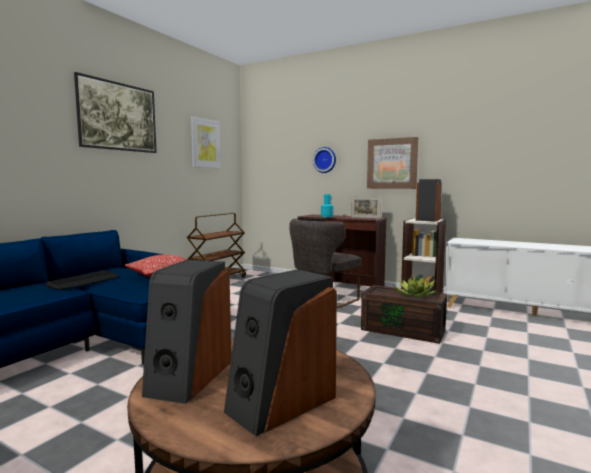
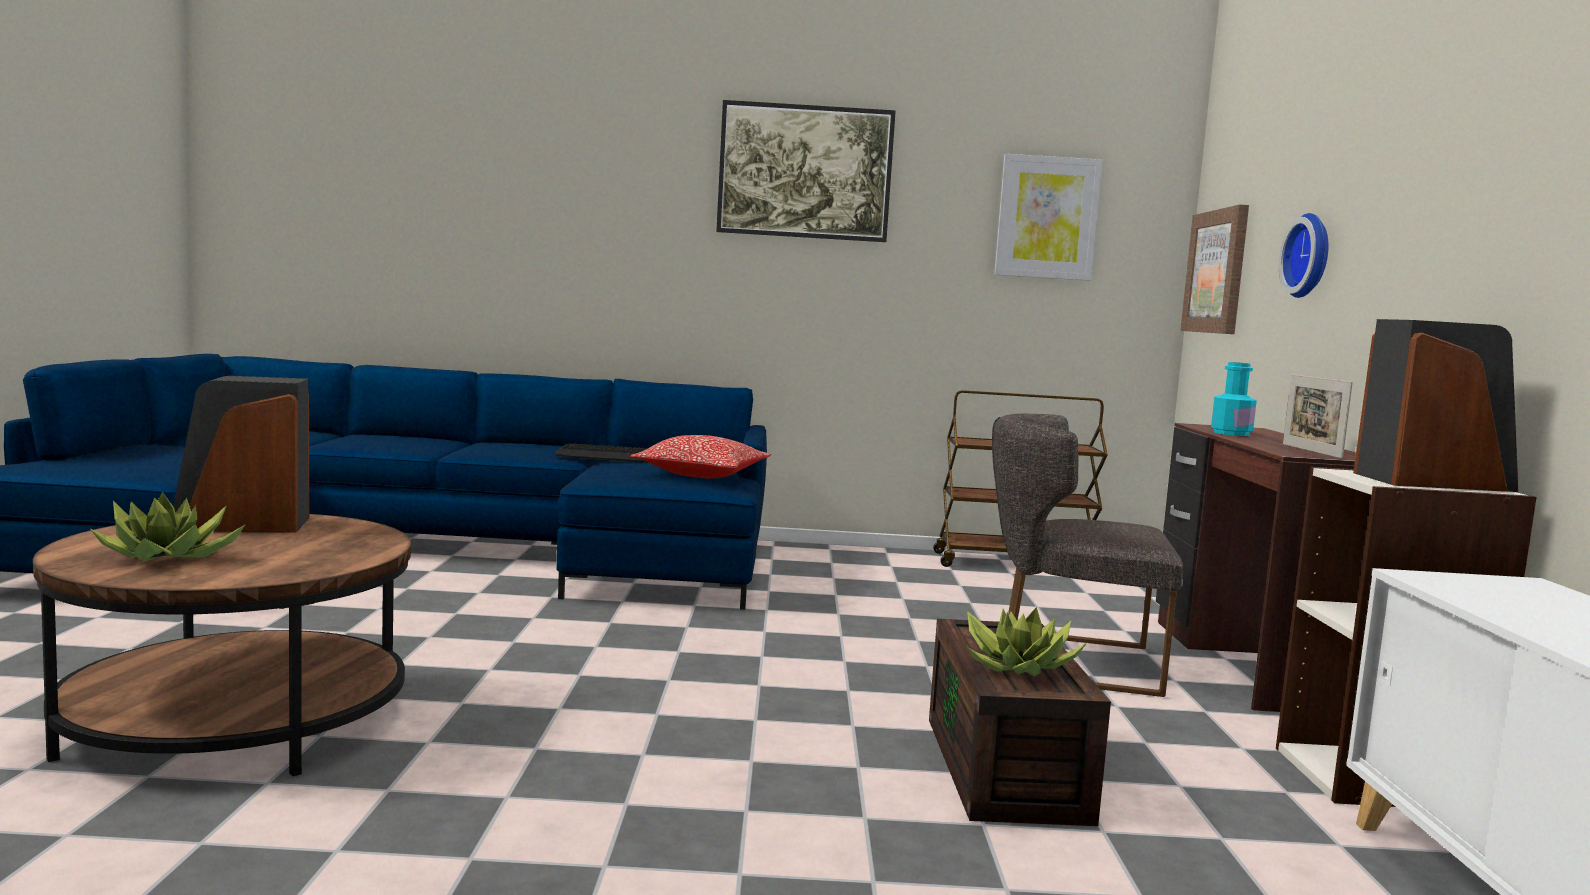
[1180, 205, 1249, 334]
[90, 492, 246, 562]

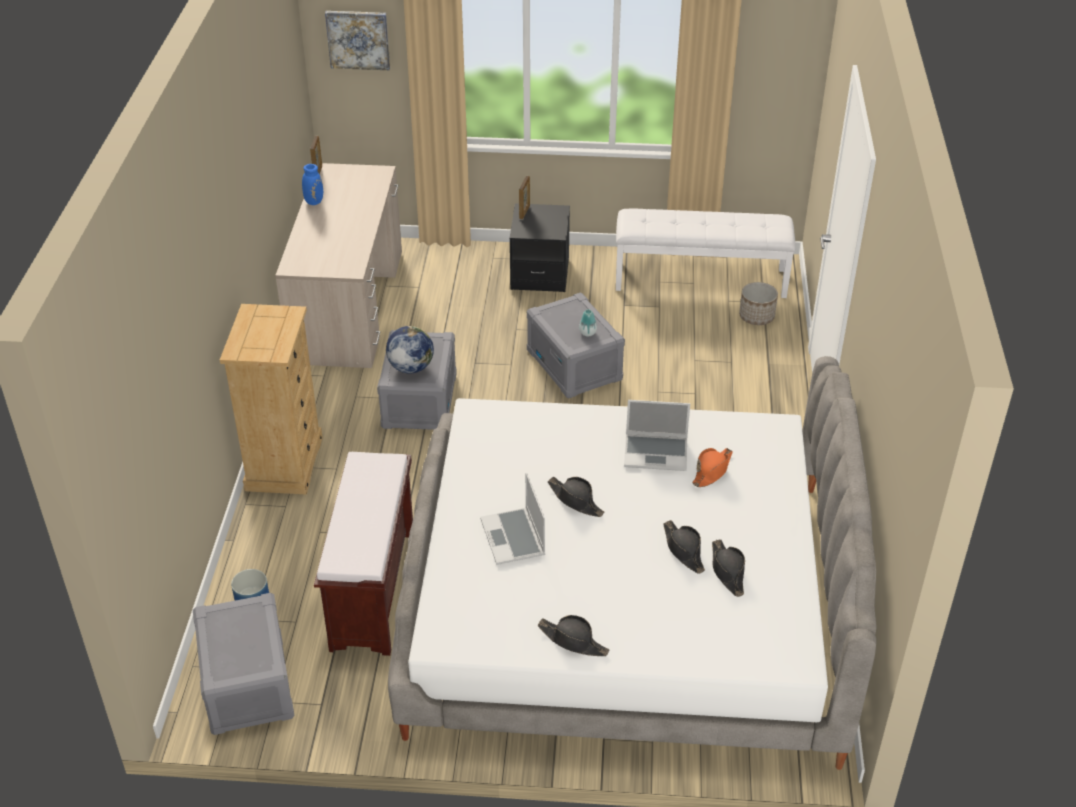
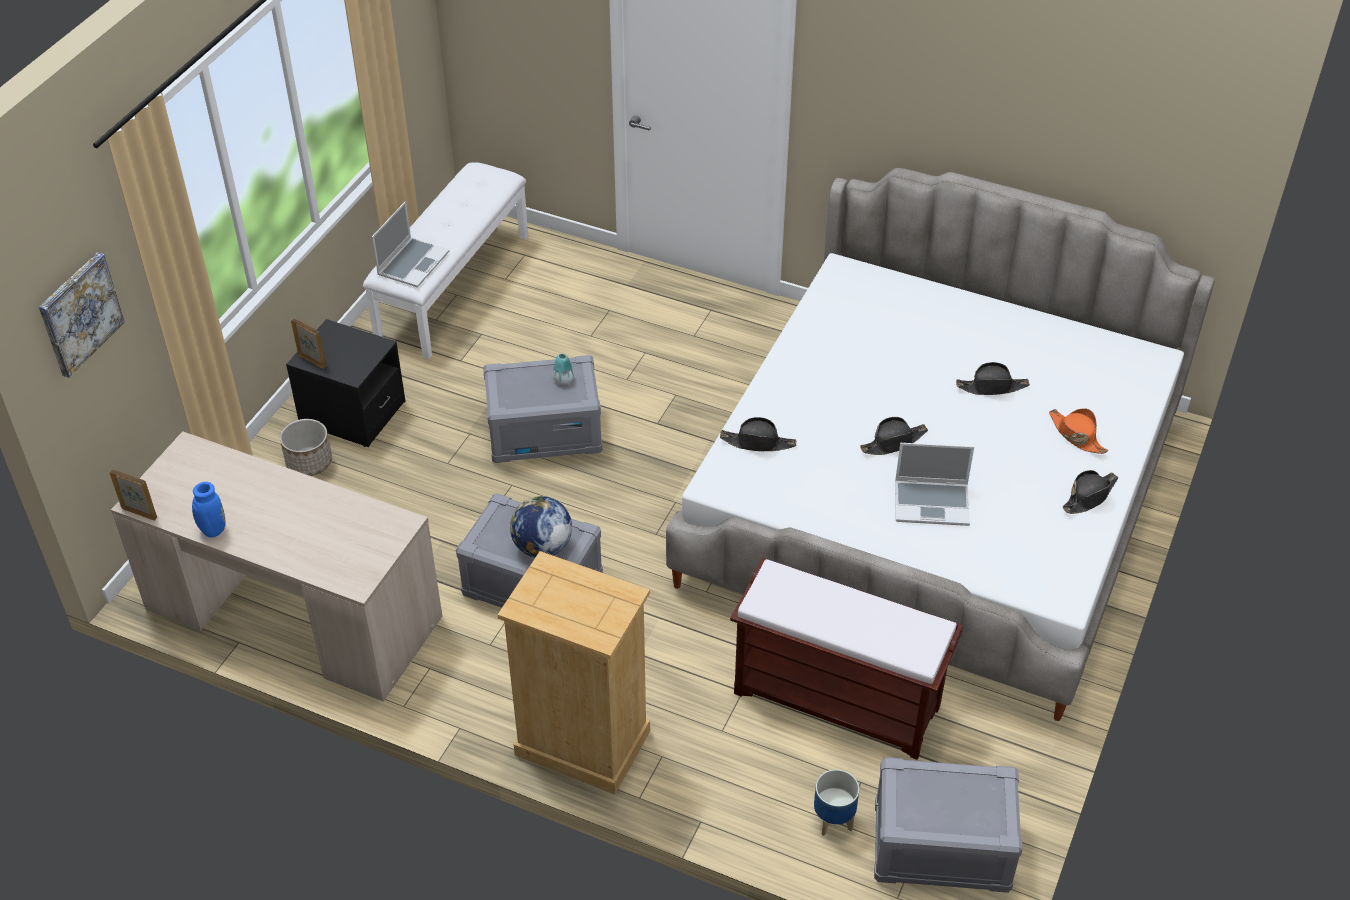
[372, 201, 449, 288]
[1049, 408, 1108, 454]
[720, 417, 797, 451]
[280, 419, 332, 476]

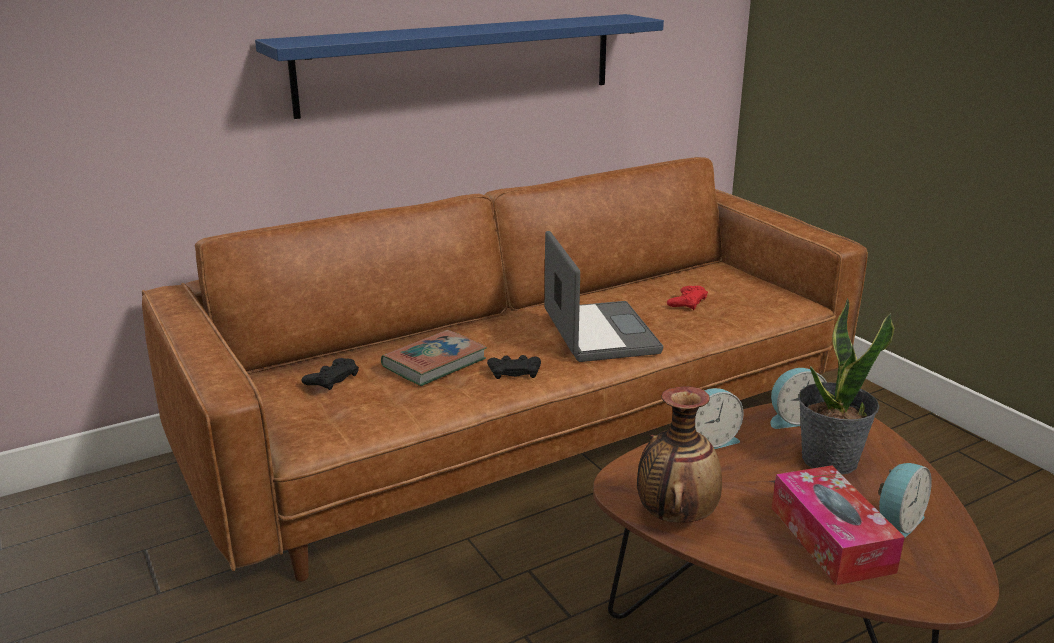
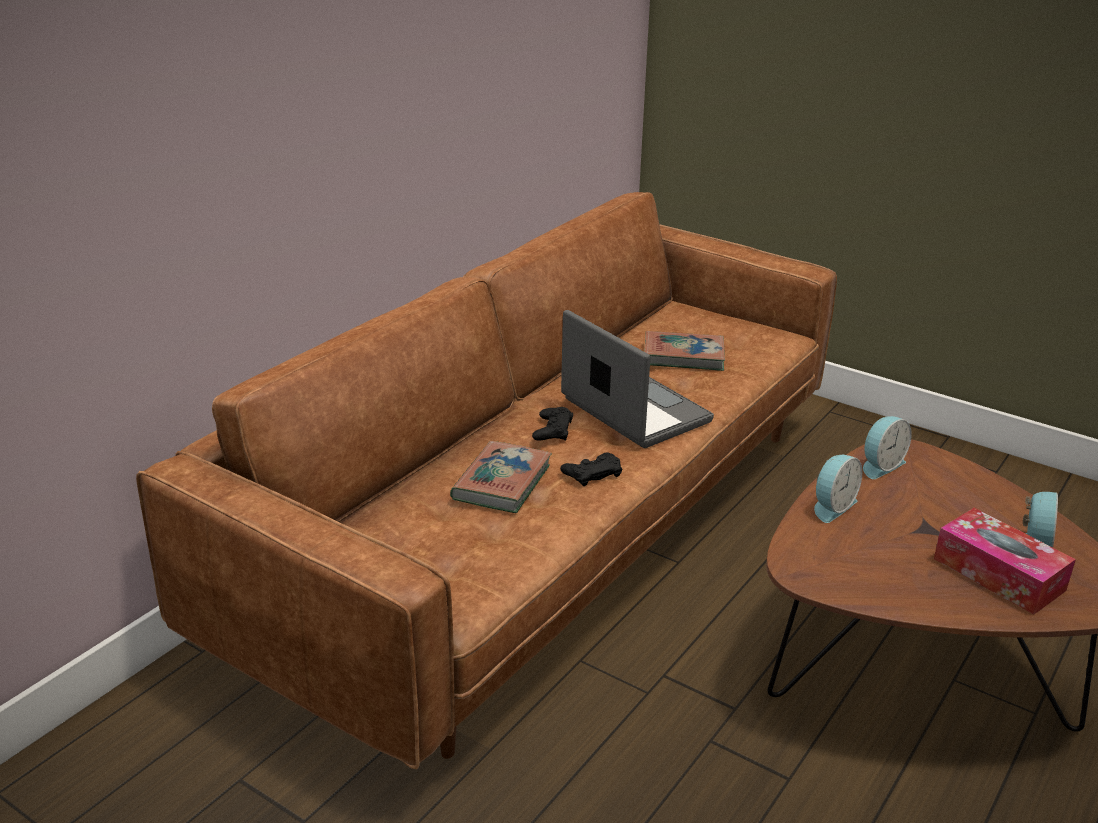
[255, 14, 664, 119] (first image)
[637, 387, 722, 523] (first image)
[798, 298, 895, 475] (first image)
[532, 407, 573, 441]
[644, 331, 725, 371]

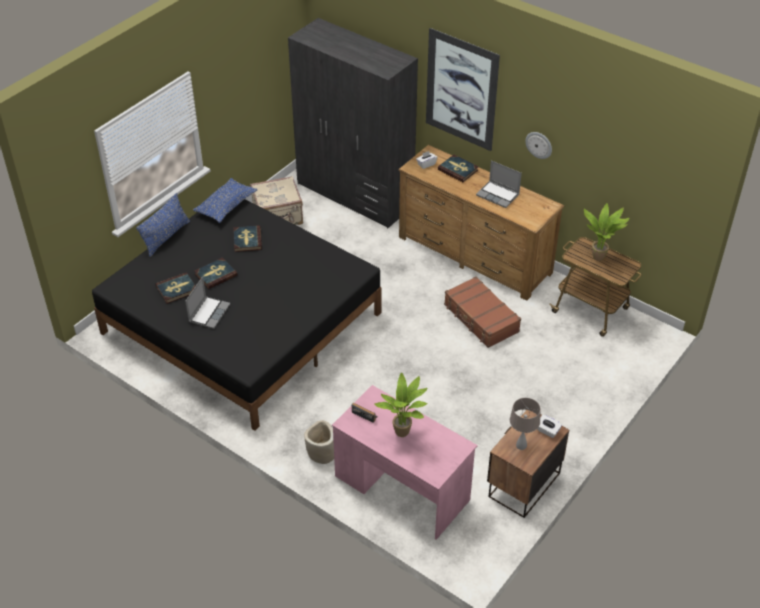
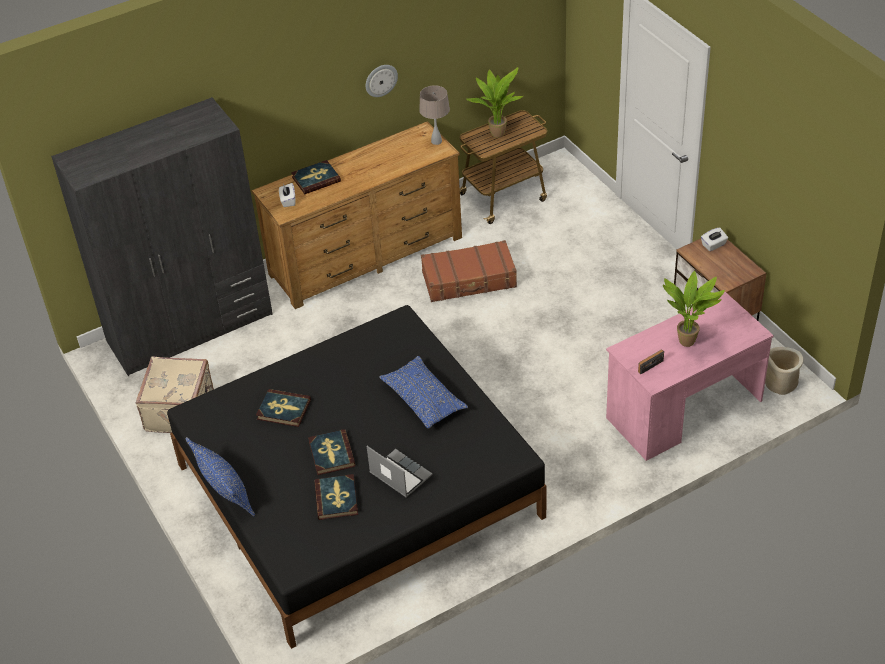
[426, 28, 500, 151] (first image)
[476, 160, 522, 208] (first image)
[379, 356, 468, 428]
[765, 347, 803, 395]
[419, 85, 450, 145]

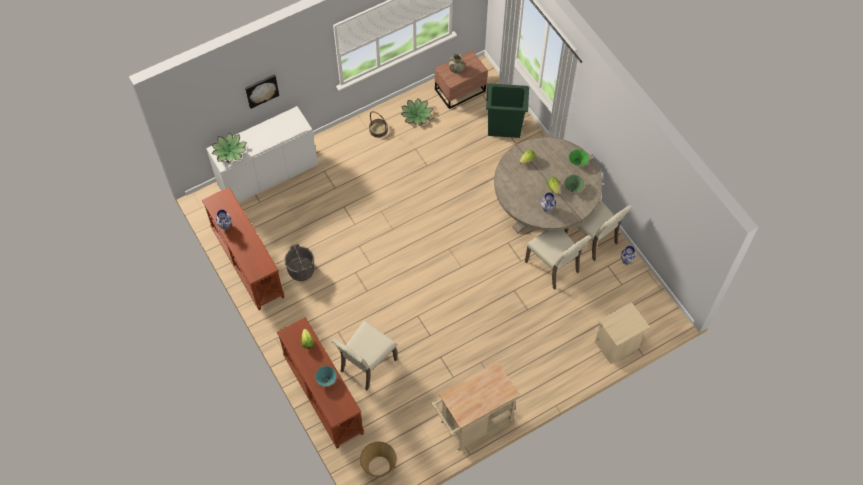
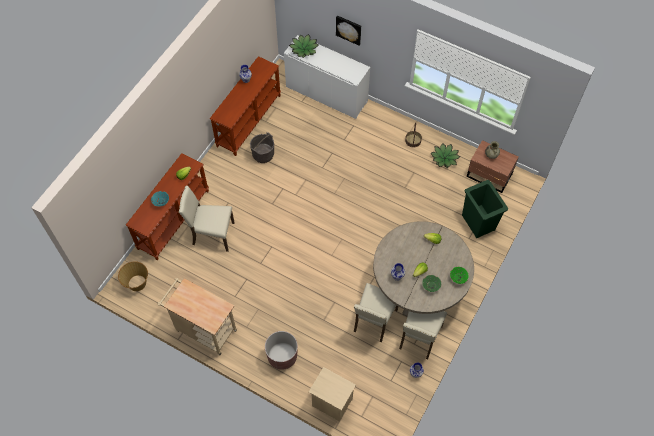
[265, 331, 298, 370]

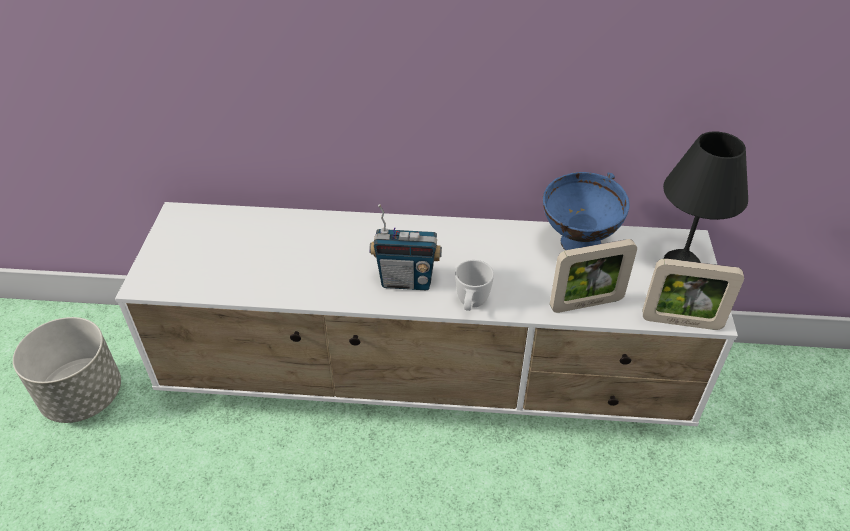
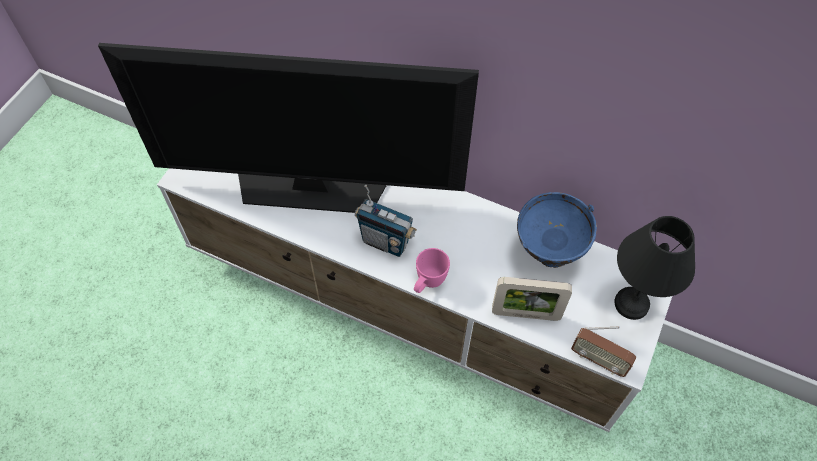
[13, 317, 121, 423] (first image)
[98, 43, 479, 213]
[571, 327, 636, 377]
[414, 248, 450, 293]

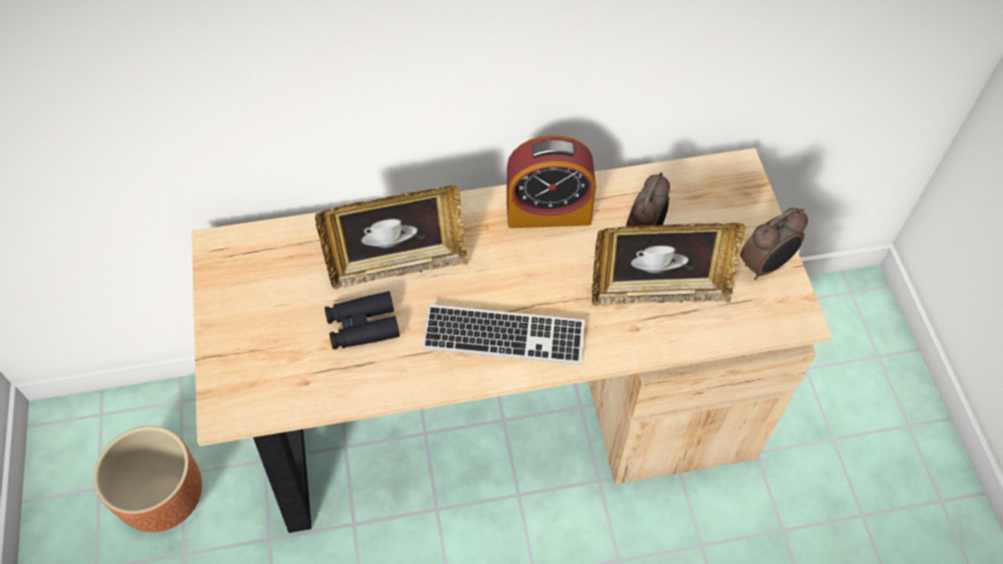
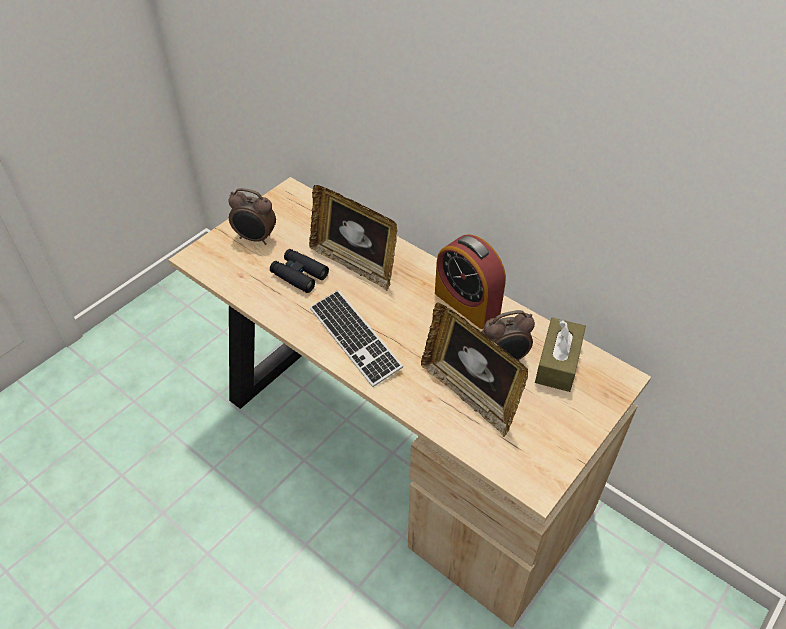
[94, 426, 202, 532] (first image)
[535, 318, 586, 392]
[228, 188, 276, 245]

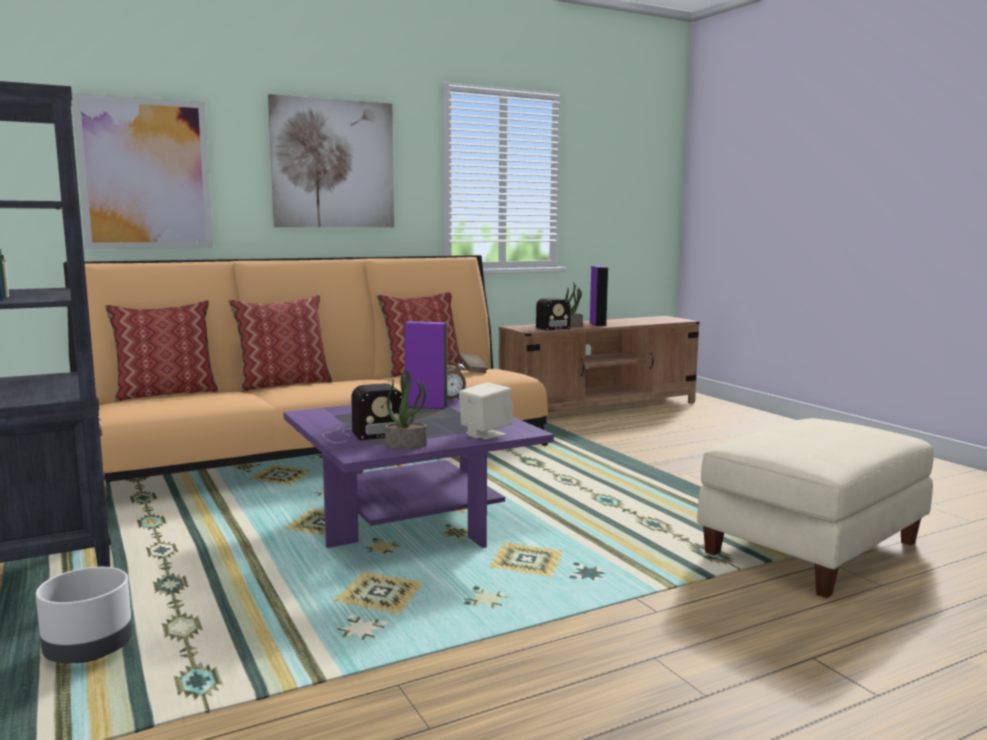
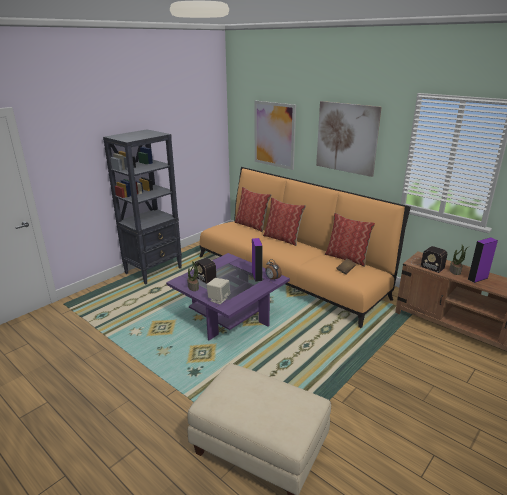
[36, 567, 133, 663] (first image)

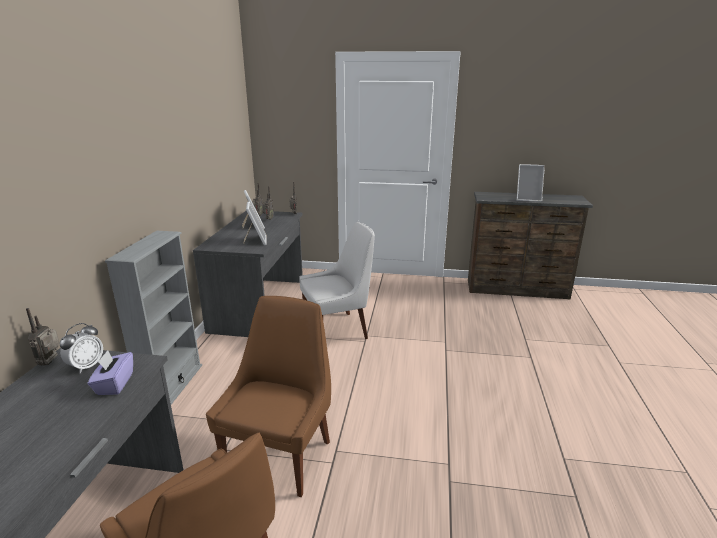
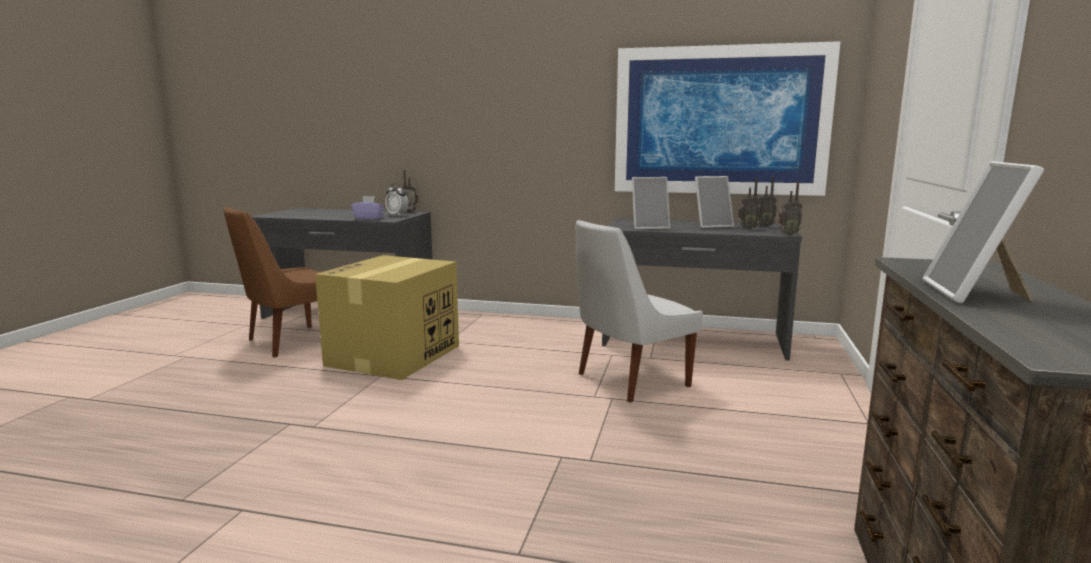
[105, 231, 202, 405] (first image)
[615, 41, 841, 196]
[315, 255, 459, 380]
[576, 220, 702, 403]

